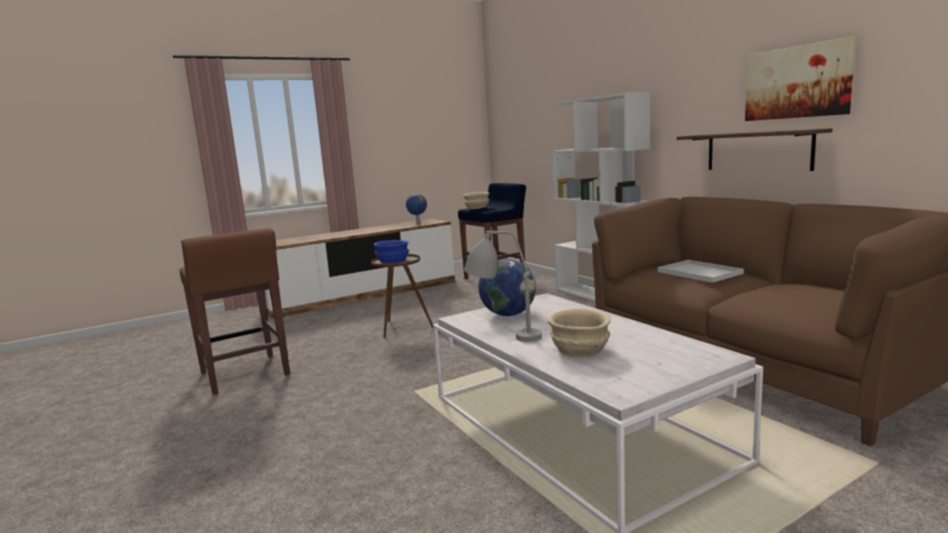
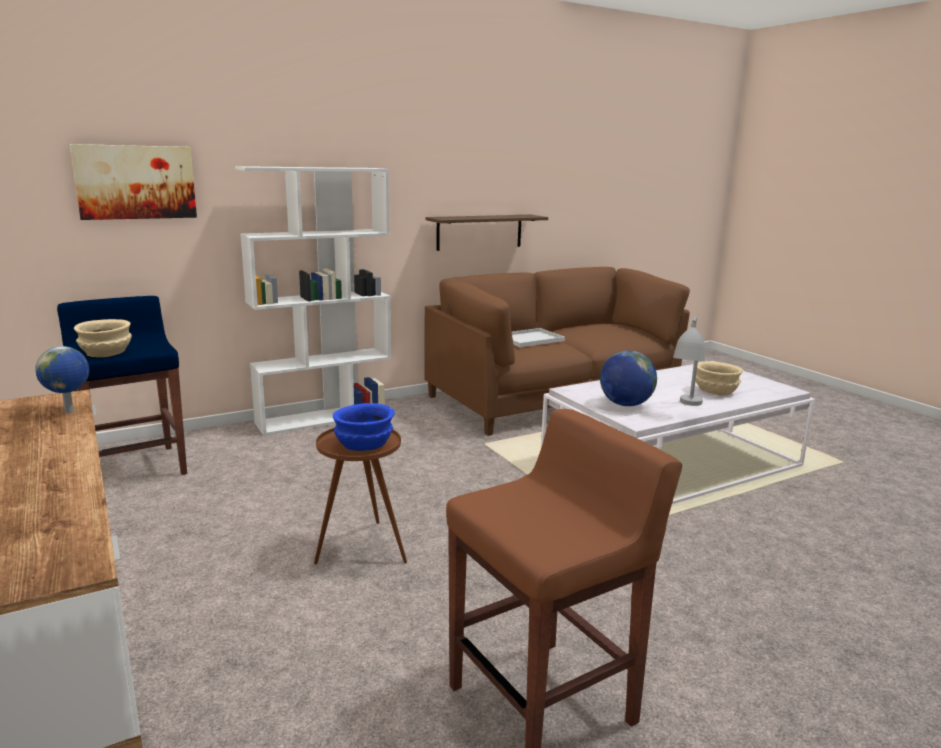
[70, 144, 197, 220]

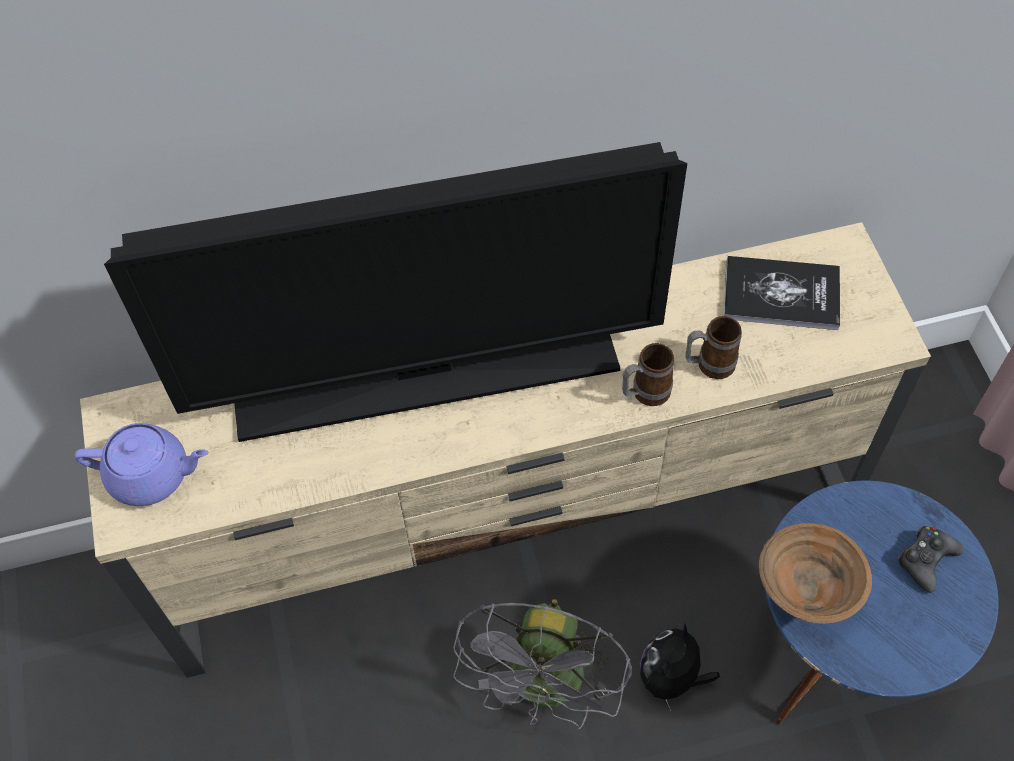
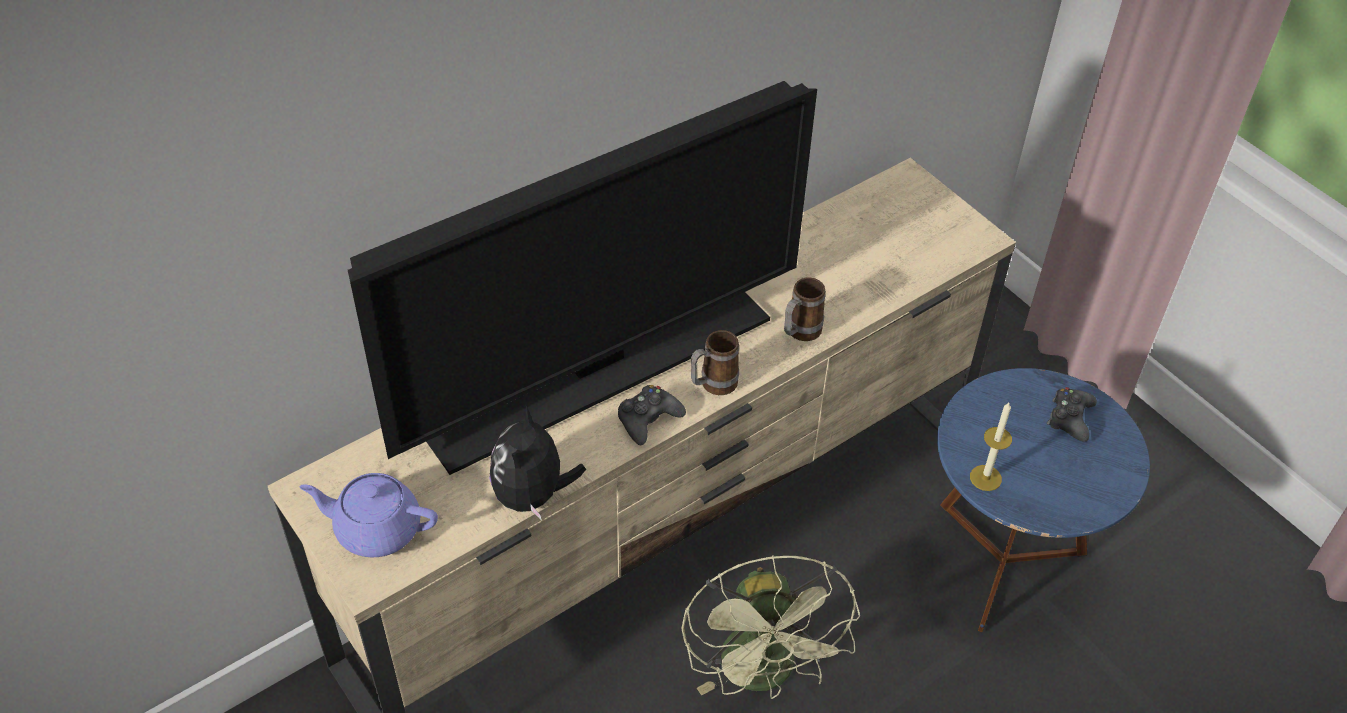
[724, 256, 840, 330] (first image)
[618, 385, 686, 445]
[489, 404, 586, 521]
[691, 330, 739, 395]
[970, 403, 1012, 491]
[681, 555, 860, 699]
[300, 473, 438, 557]

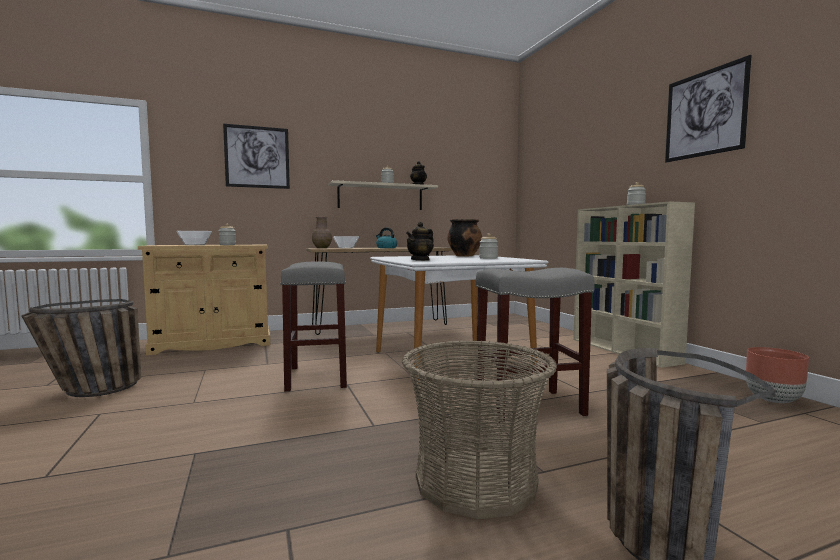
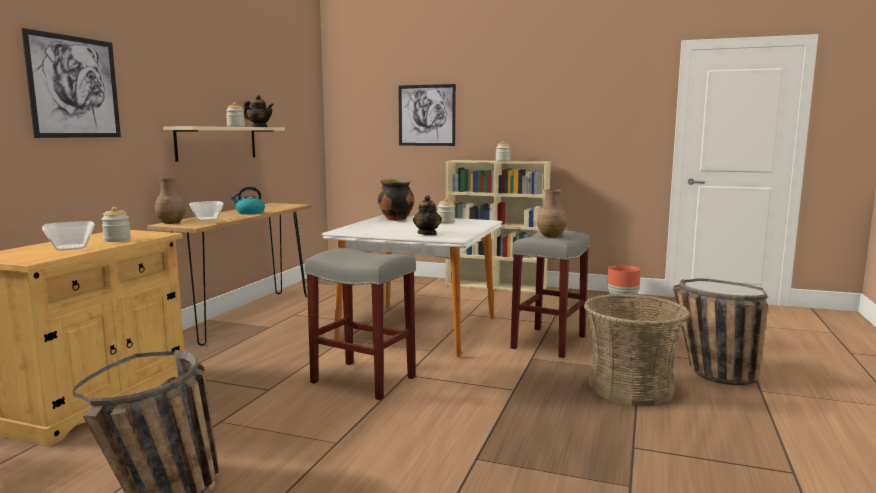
[537, 189, 567, 237]
[398, 84, 456, 146]

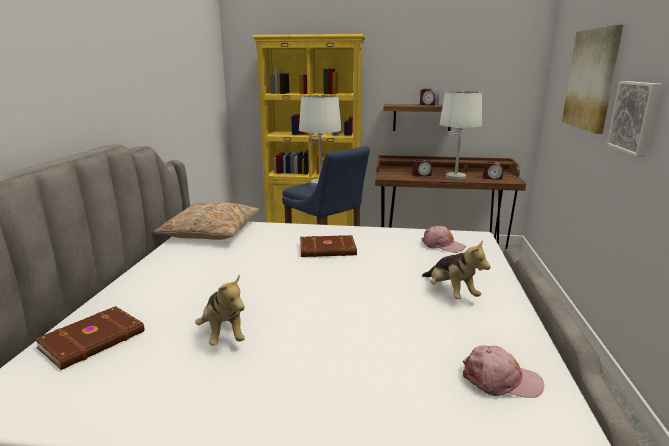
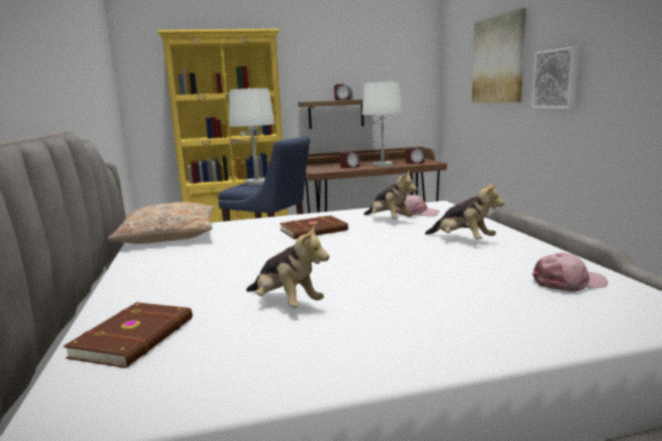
[364, 171, 417, 219]

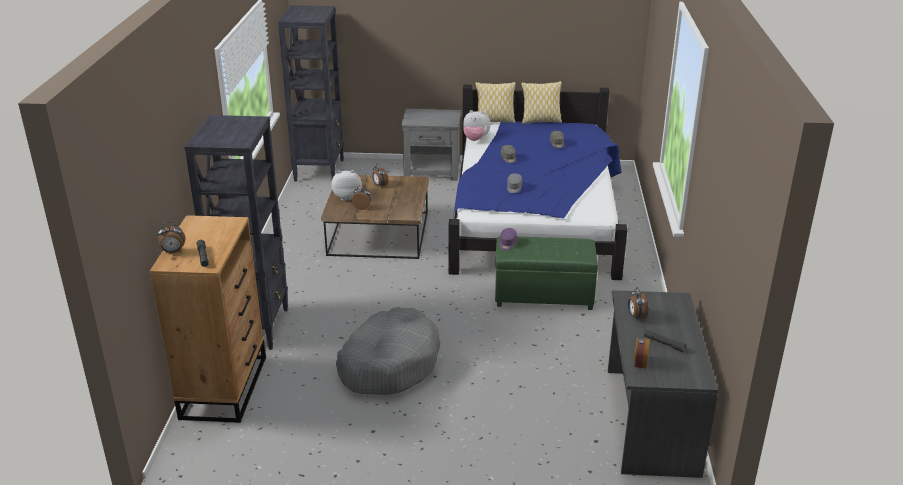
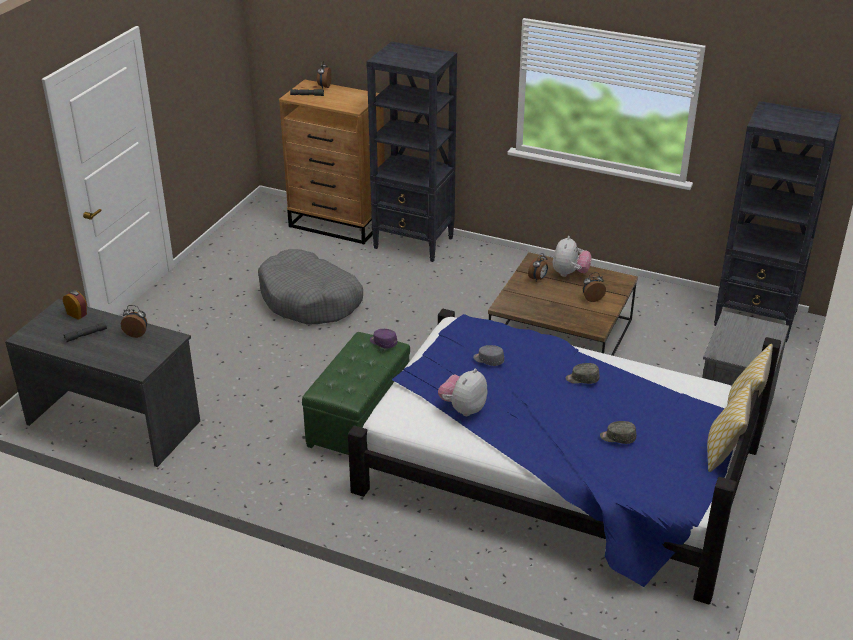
[438, 369, 488, 416]

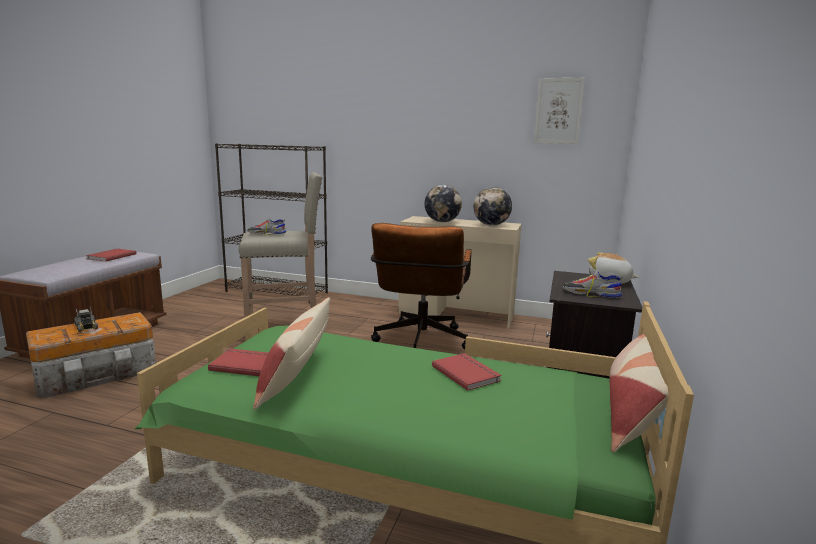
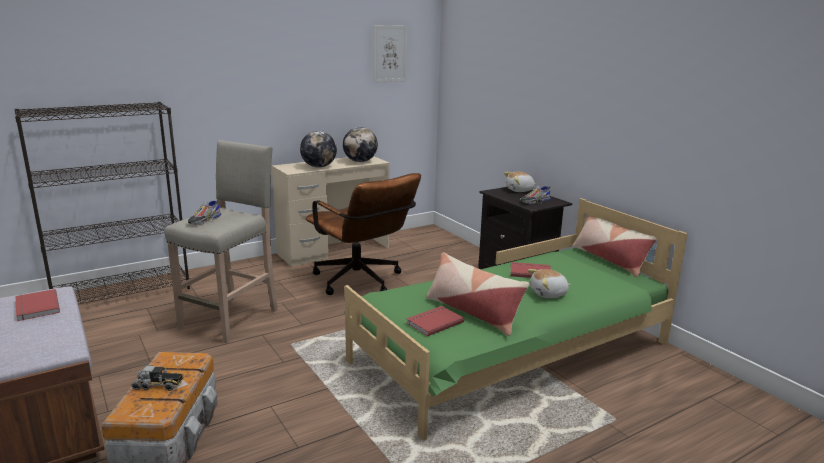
[528, 269, 571, 298]

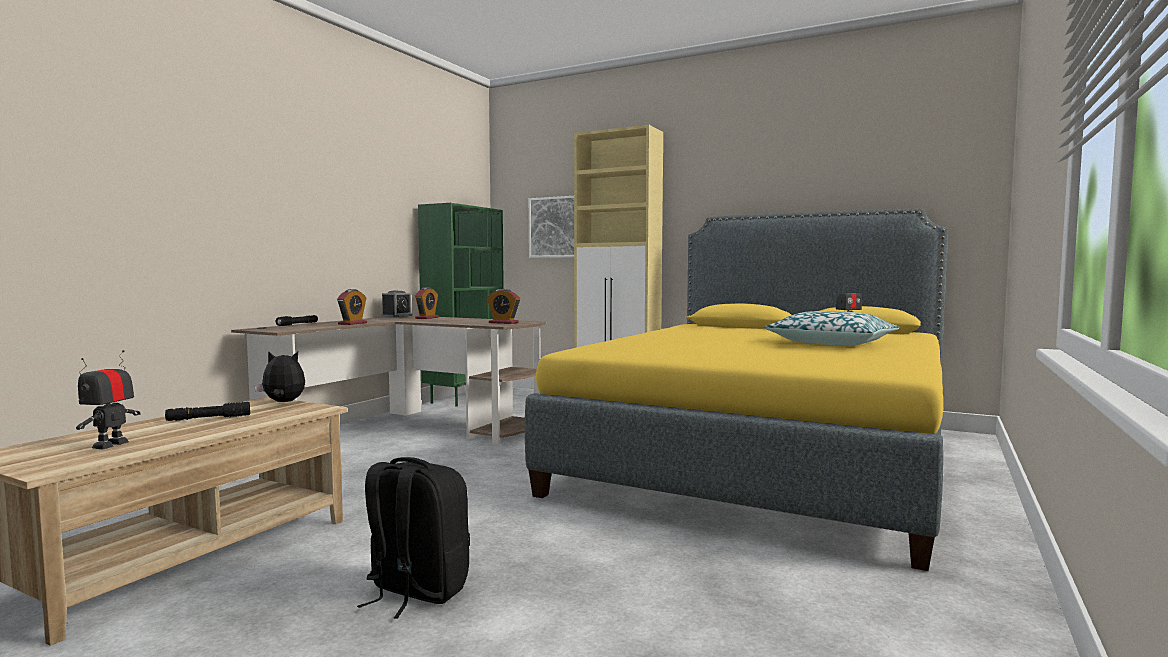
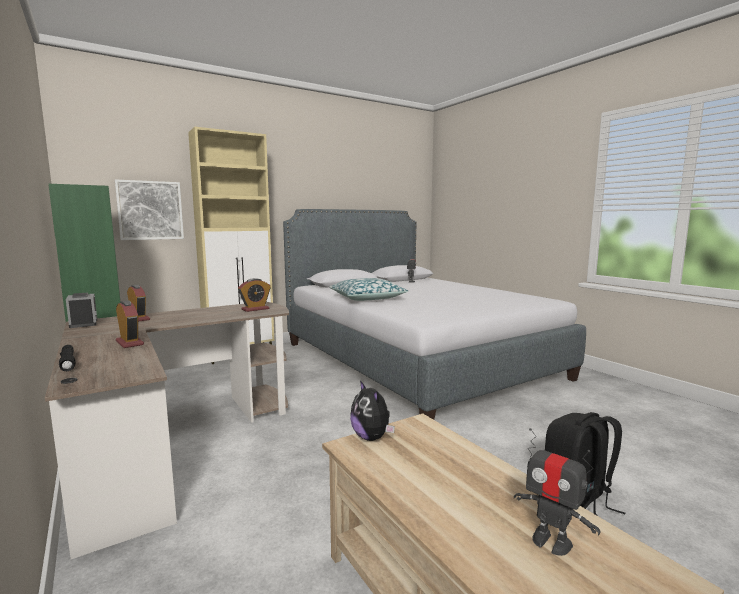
[165, 402, 250, 421] (first image)
[329, 278, 408, 301]
[283, 209, 586, 420]
[350, 380, 395, 441]

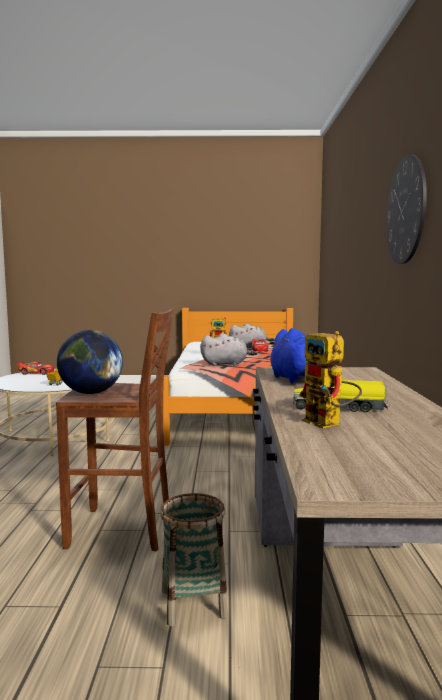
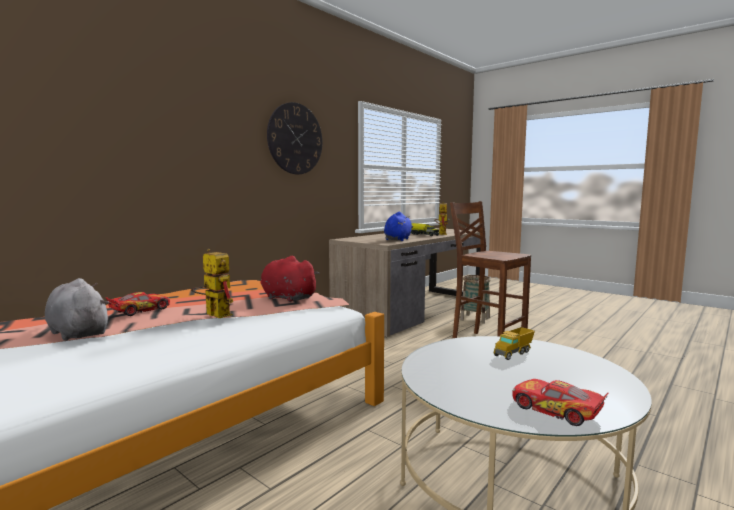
[57, 330, 123, 394] (first image)
[260, 256, 320, 302]

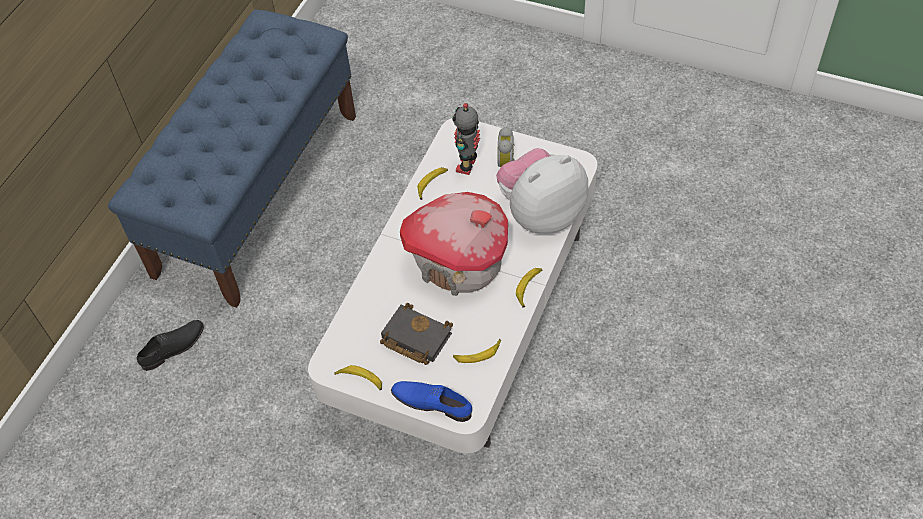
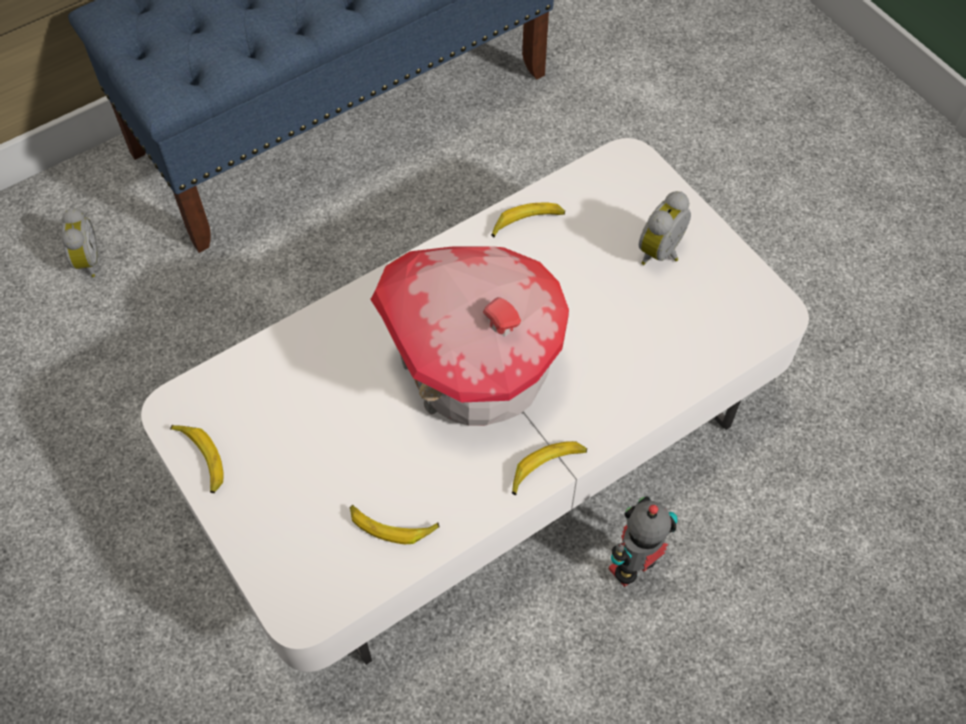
[380, 303, 453, 365] (first image)
[391, 381, 472, 422] (first image)
[496, 148, 588, 234] (first image)
[608, 496, 678, 587]
[62, 208, 98, 277]

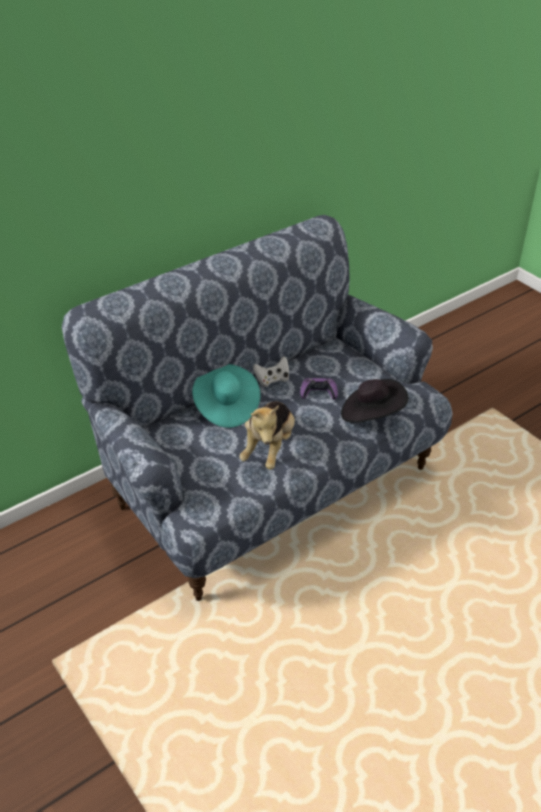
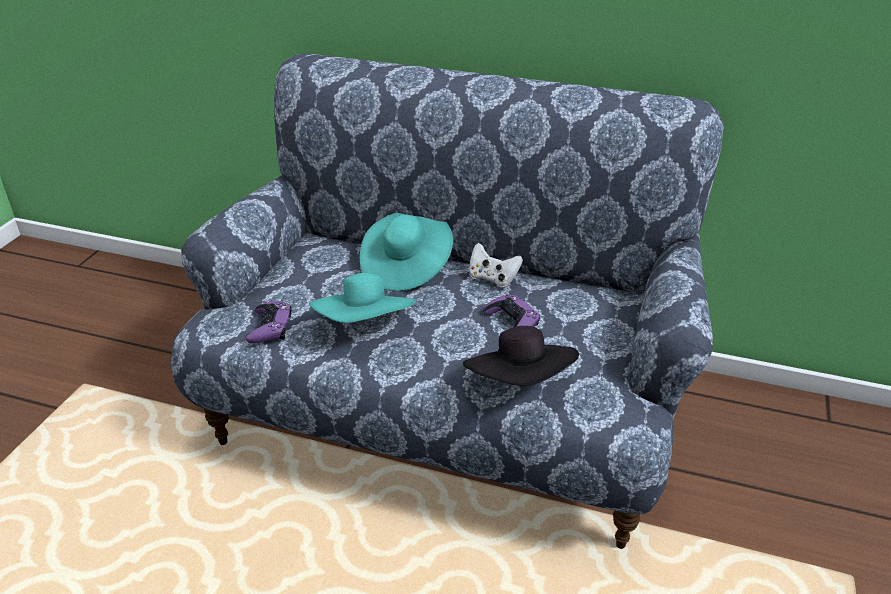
[245, 301, 292, 344]
[309, 273, 416, 323]

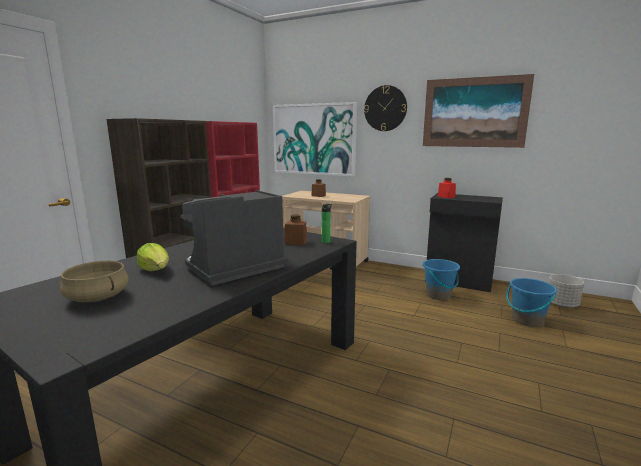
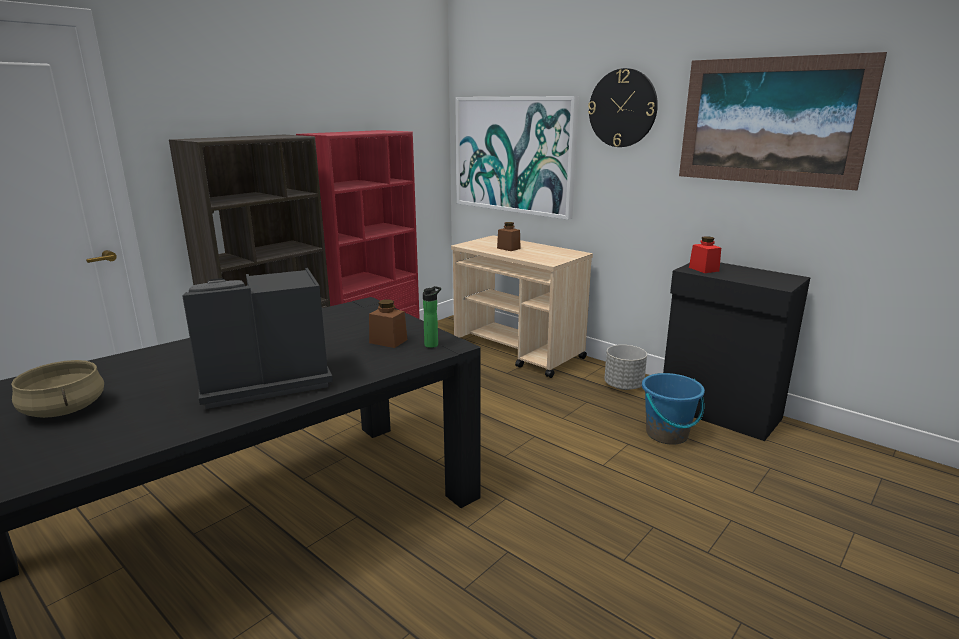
[137, 243, 169, 271] (first image)
[506, 278, 557, 327] (first image)
[604, 345, 647, 390]

